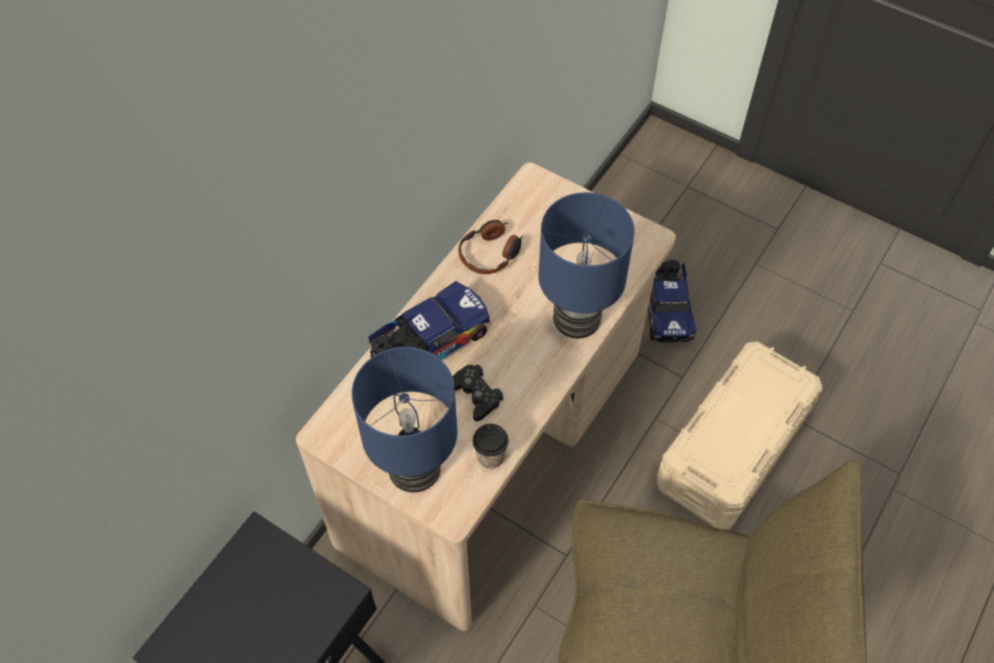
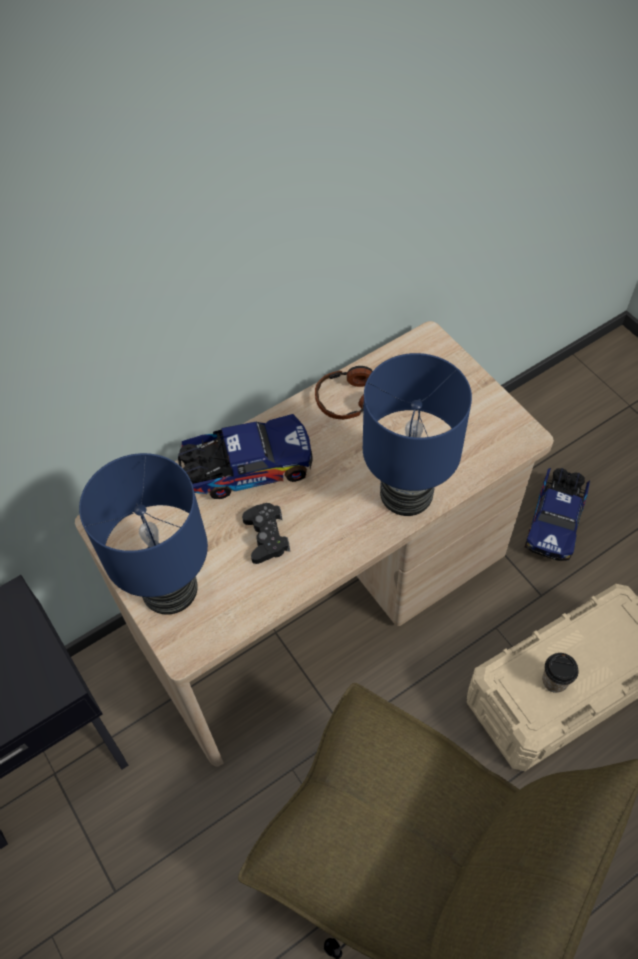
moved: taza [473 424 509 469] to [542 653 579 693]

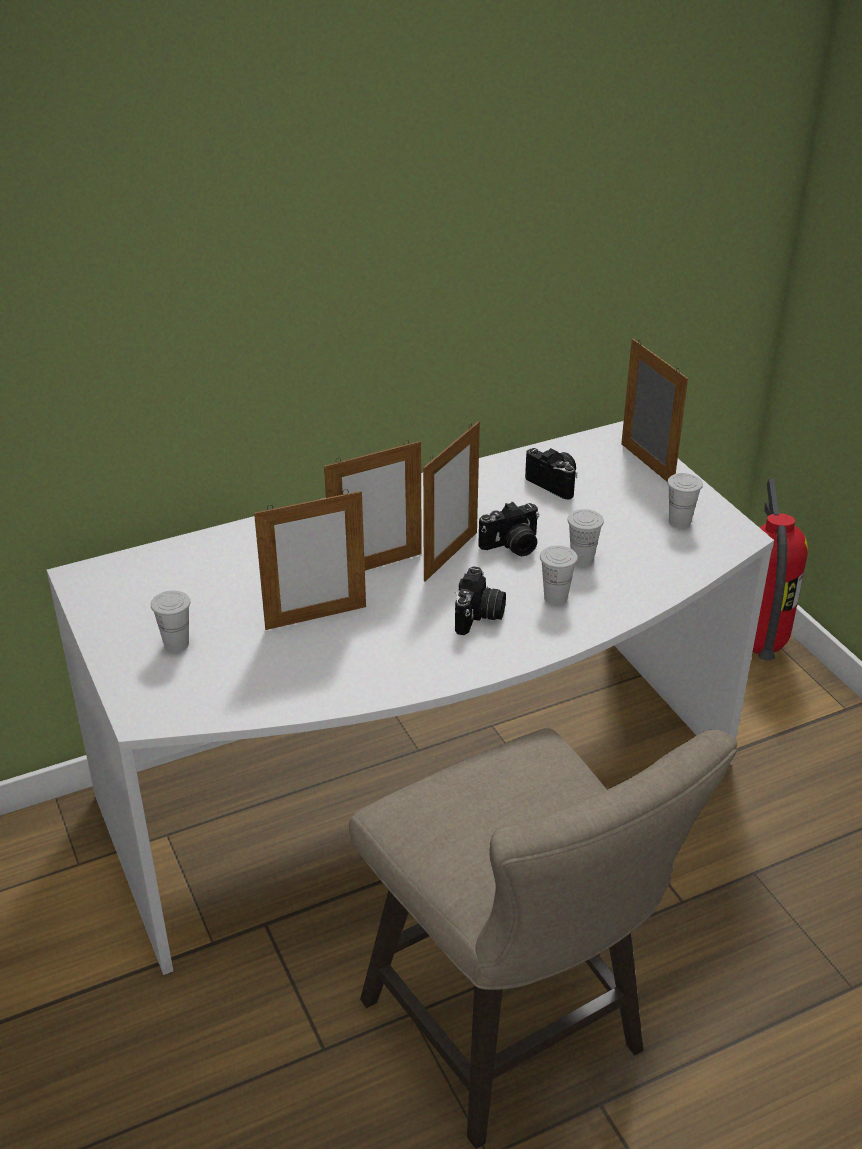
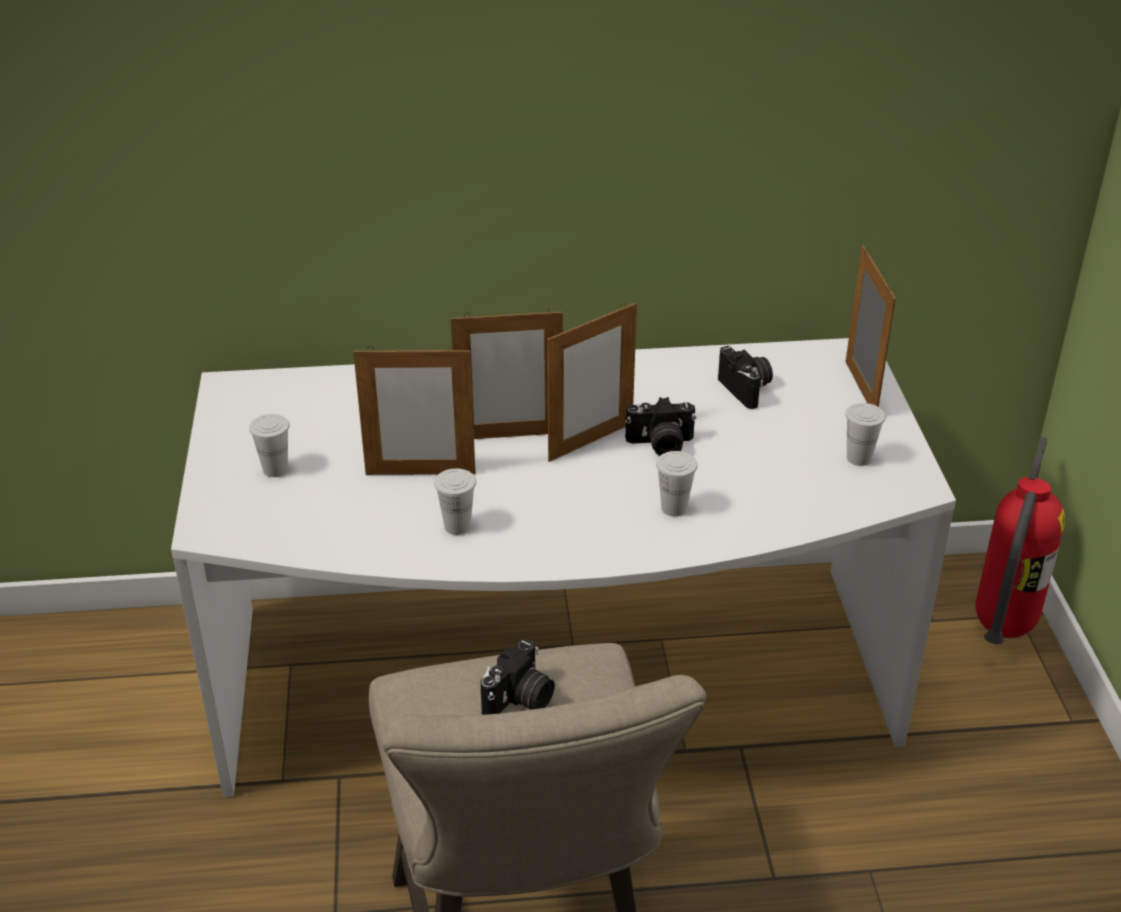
moved: taza (blanco) [567 509 604 567] to [434 468 476 535]; cámara [455 566 506 635] to [481 638 555 715]

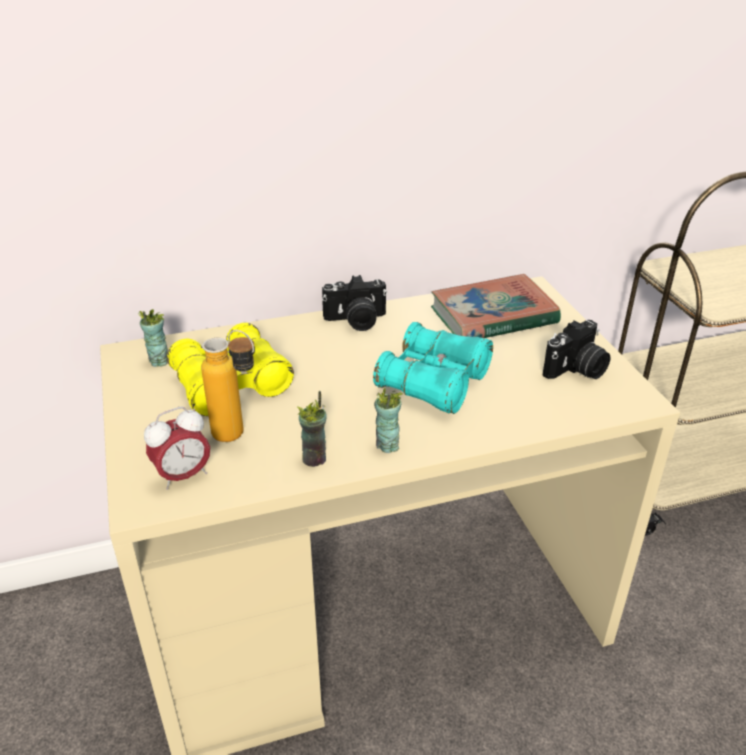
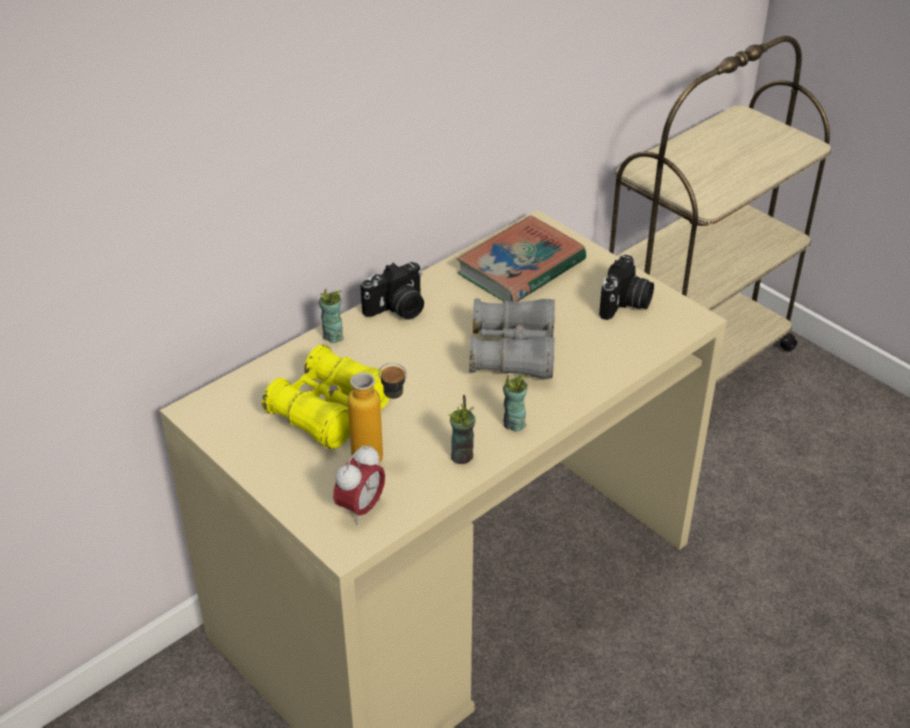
moved: taza [138 309 168 367] to [319 288 344 343]
recoloured: prismáticos (turquesa) [373 322 493 414] to prismáticos (gris) [469 299 555 379]

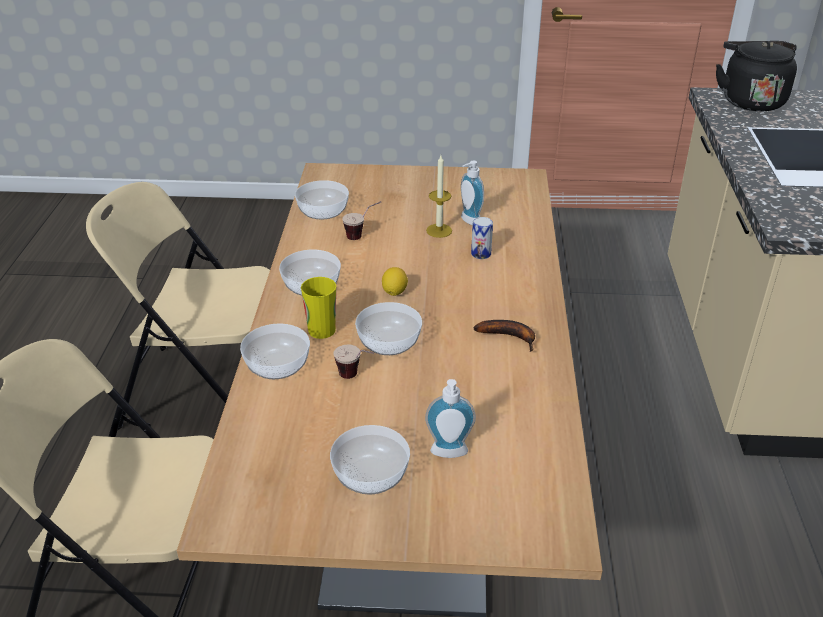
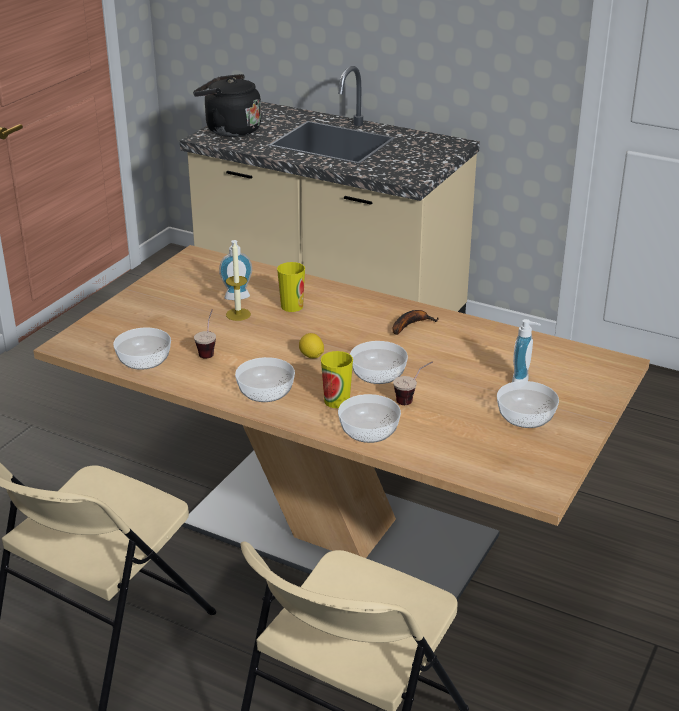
replaced: lata [471 217 493 259] to taza [277 262 305 312]

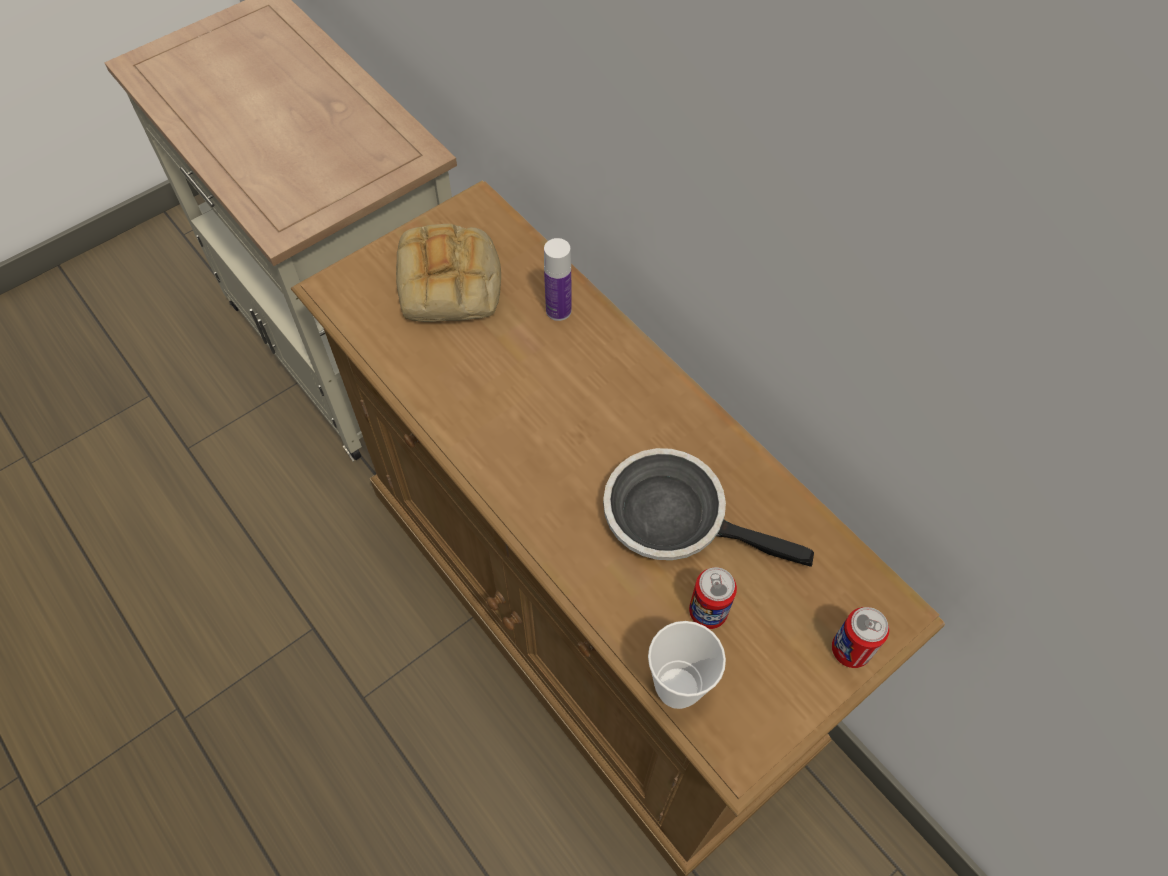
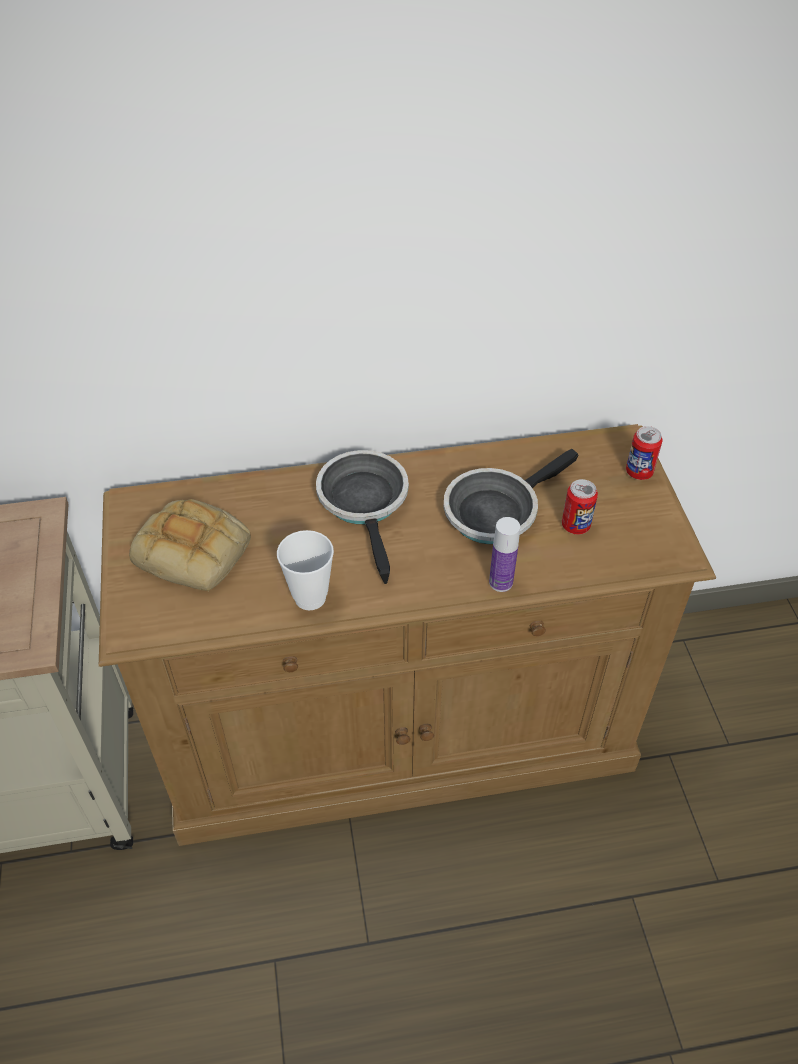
added: sartén [316 450 409 584]
moved: taza [648 621 726 709] to [277 530 334 610]; botella [544 238 571 321] to [489 517 520 592]

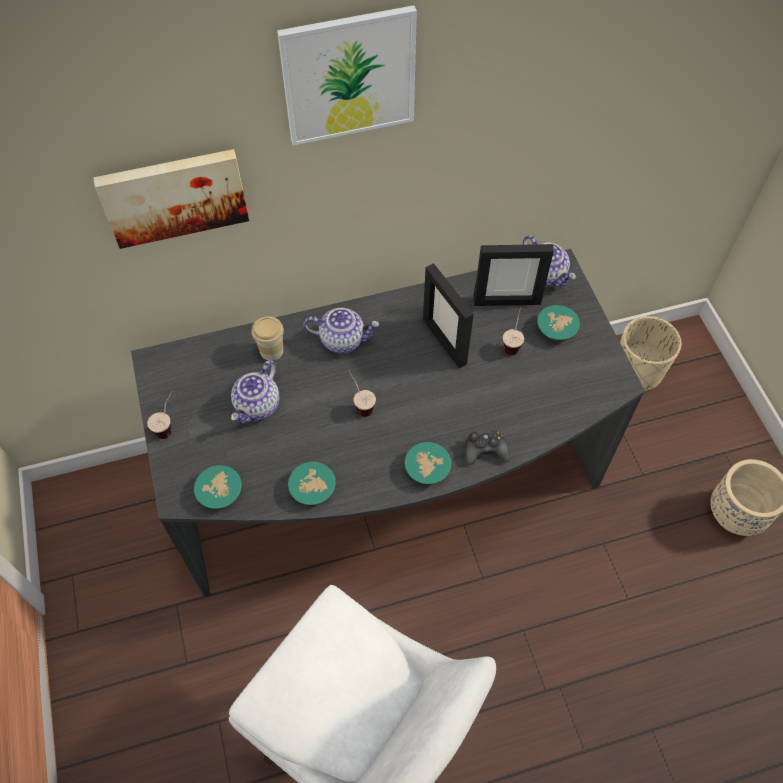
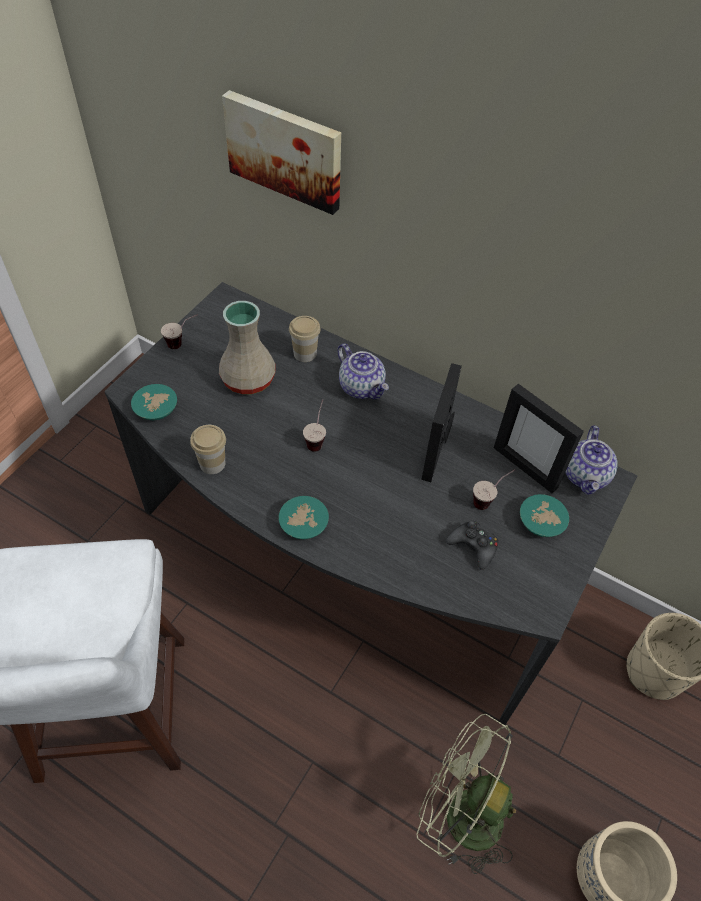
removed: cuadro [277 5 417 146]
added: ventilador (verde) [416 714 516 874]
moved: mando de consola (negro) [465 430 510 465] to [446 520 498 570]
replaced: cuenco (turquesa) [288 462 336 505] to taza [190 425 226 474]; tetera [231 360 279 424] to florero (beis) [219 301 275 394]

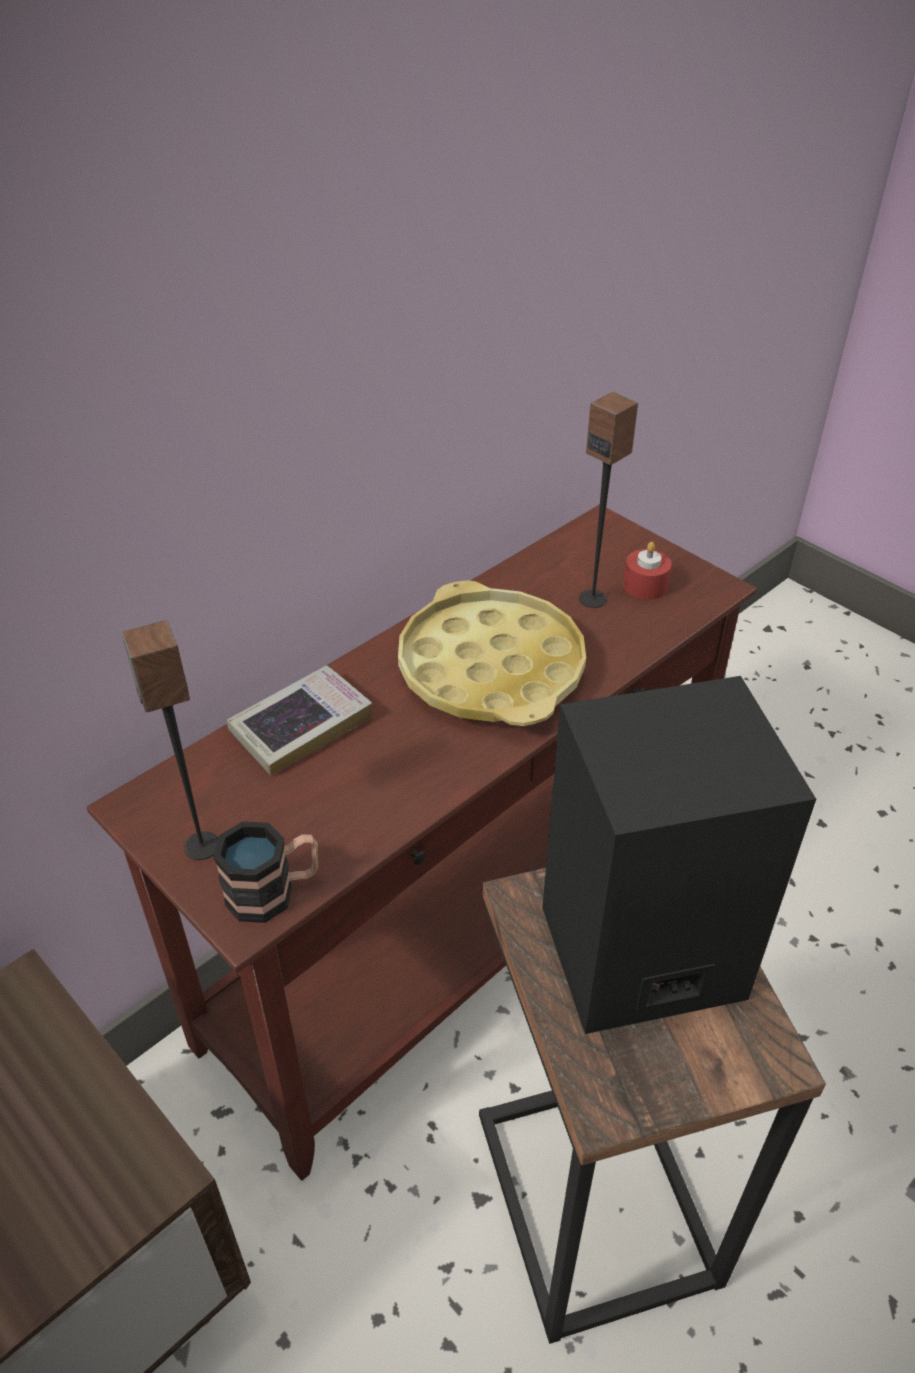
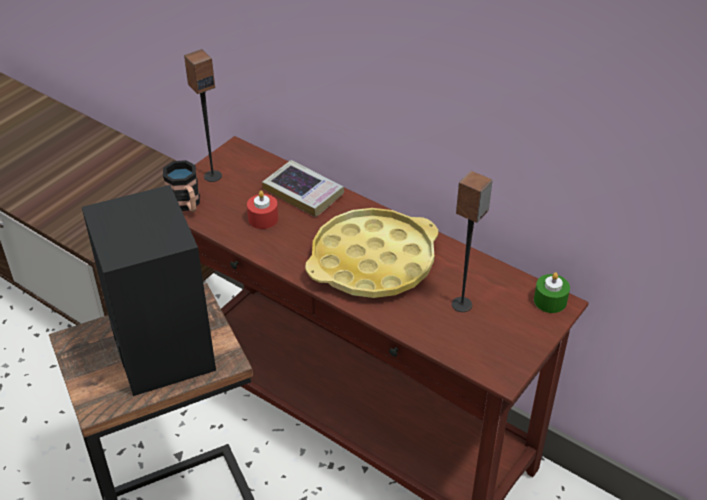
added: vela (verde) [534 272 570 313]
moved: vela (rojo) [623 542 672 600] to [247 191 278 229]

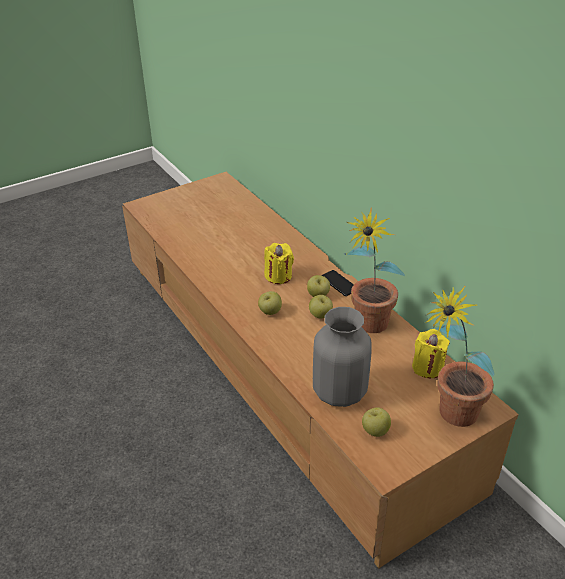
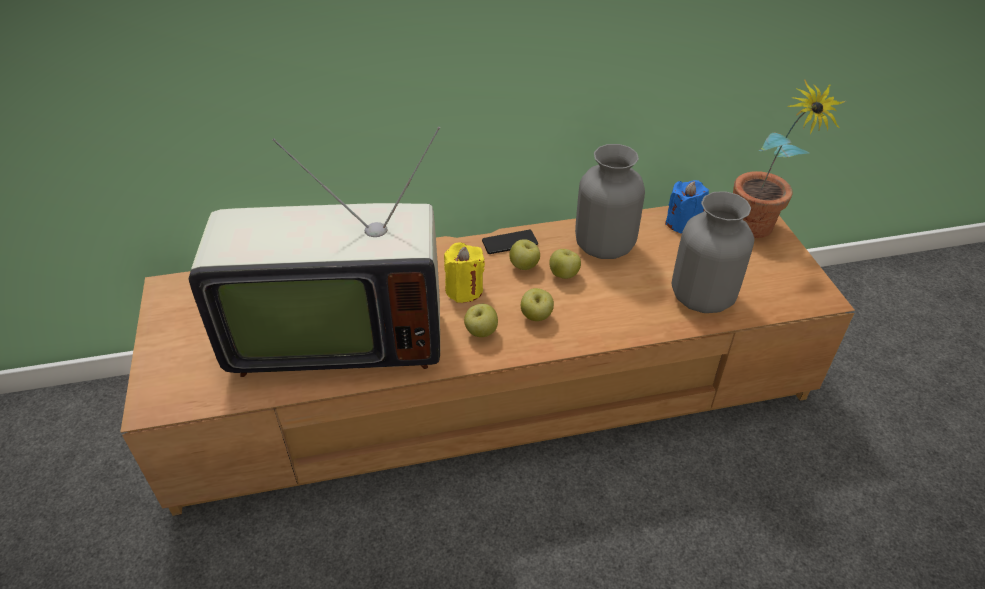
added: televisor [189 126 440 377]
moved: manzana [362 407 391 437] to [464 304 498 337]
replaced: planta en maceta [344 208 405 333] to florero (gris) [575 144 645 259]
recoloured: vela (amarillo) [412 329 450 378] to vela (azul) [665 180 709 234]

